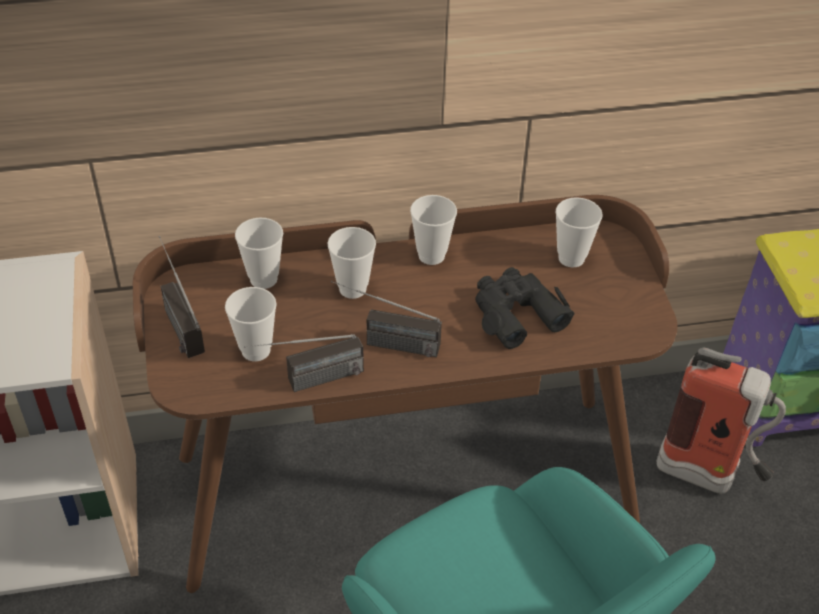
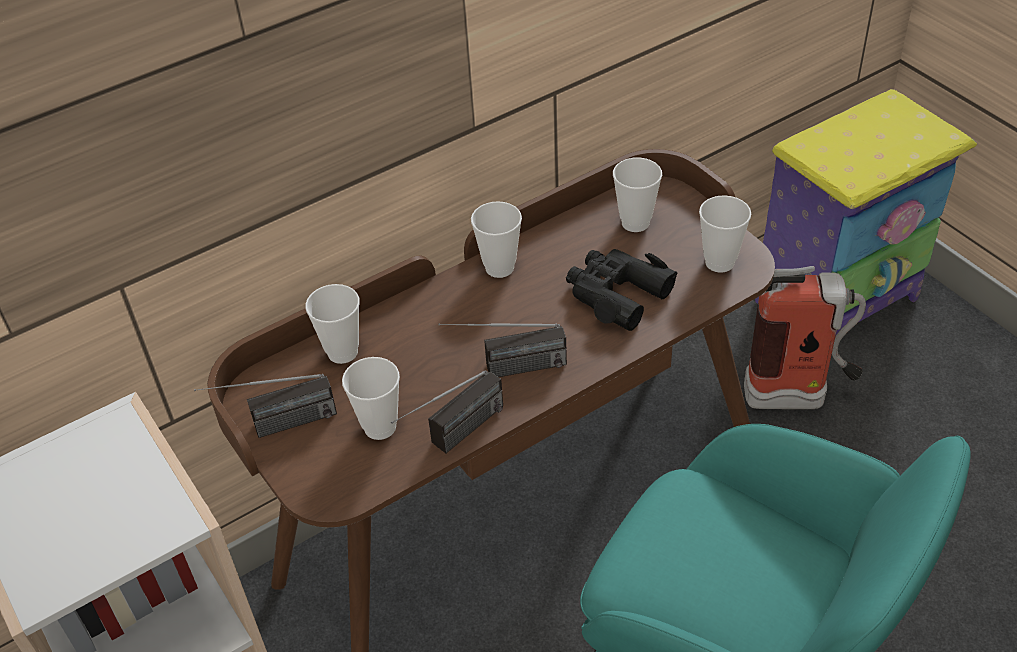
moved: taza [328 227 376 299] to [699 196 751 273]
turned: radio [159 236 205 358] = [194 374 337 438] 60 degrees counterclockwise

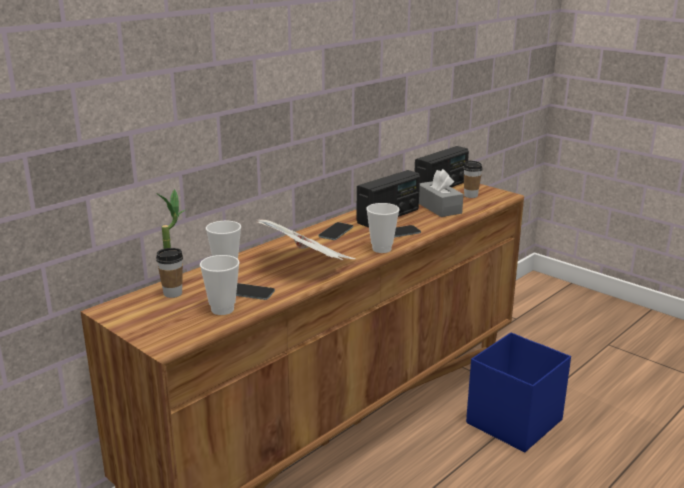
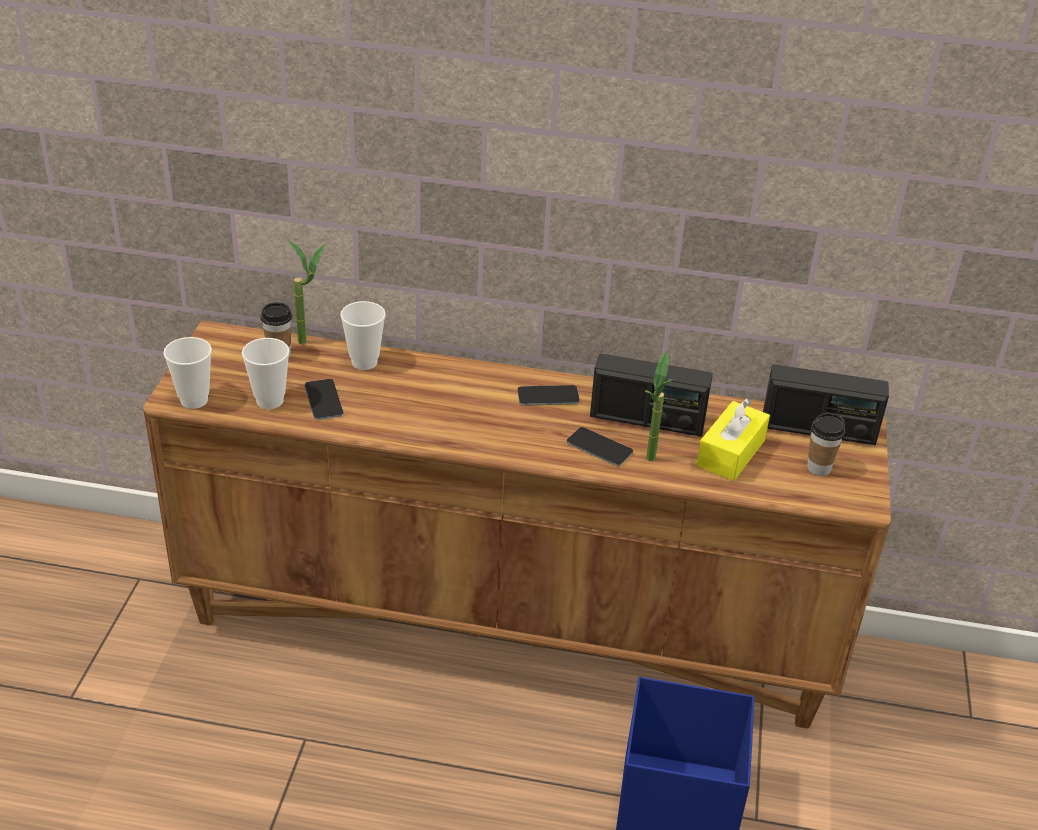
removed: periódico [257 220 355 260]
added: planta en maceta [645 350 674 461]
moved: taza [366 203 400 253] to [163 337 212 409]
recoloured: caja de pañuelos (gris) [419 169 464 217] to caja de pañuelos (amarillo) [696 398 770 481]

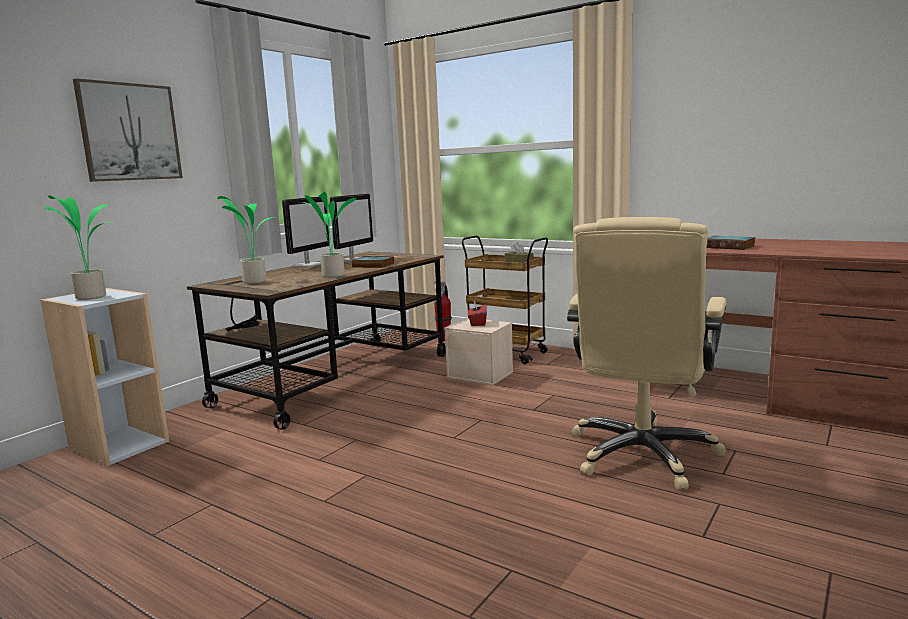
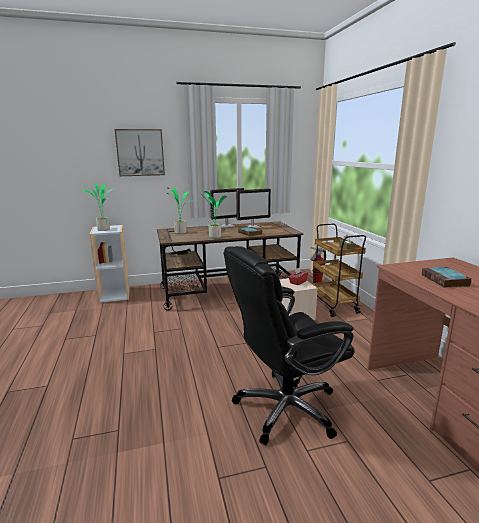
recoloured: silla de oficina (beis) [567 217 727 490] to silla de oficina (negro) [224 246 355 445]

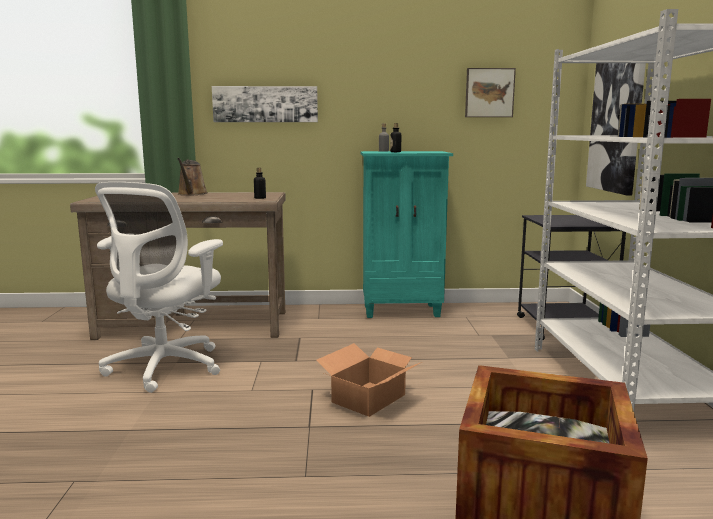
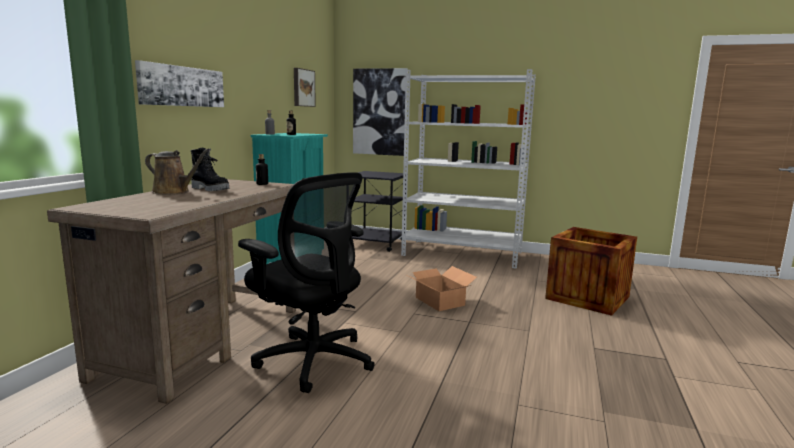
added: bota (negro) [191 148 229 191]
recoloured: silla de oficina (blanco) [95 182 223 393] to silla de oficina (negro) [238 172 375 393]

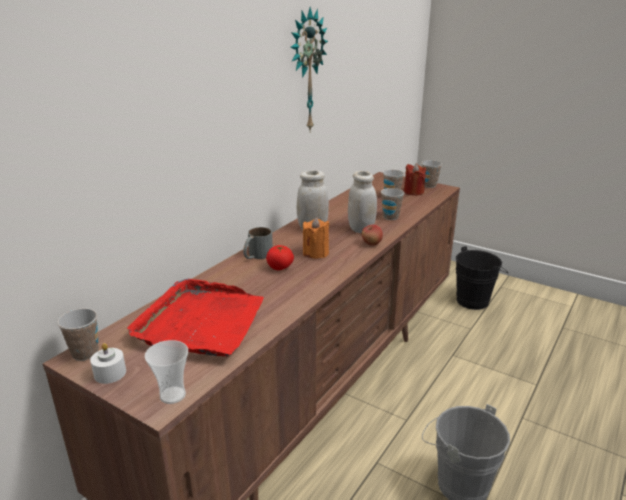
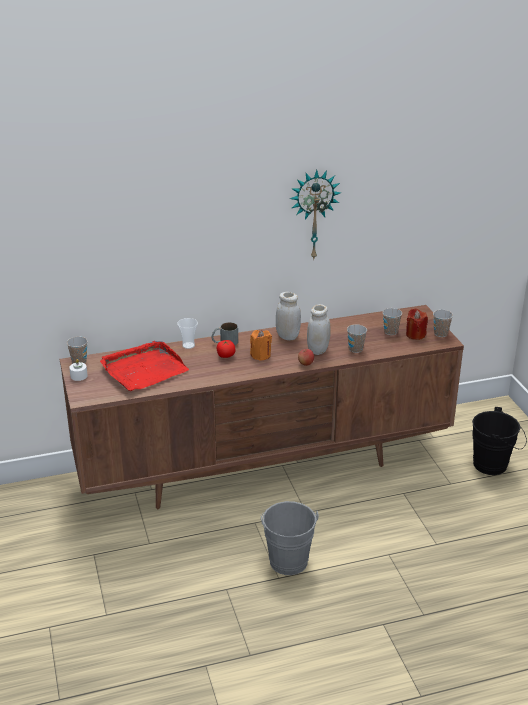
moved: taza [145 340 188 404] to [177 318 198 349]

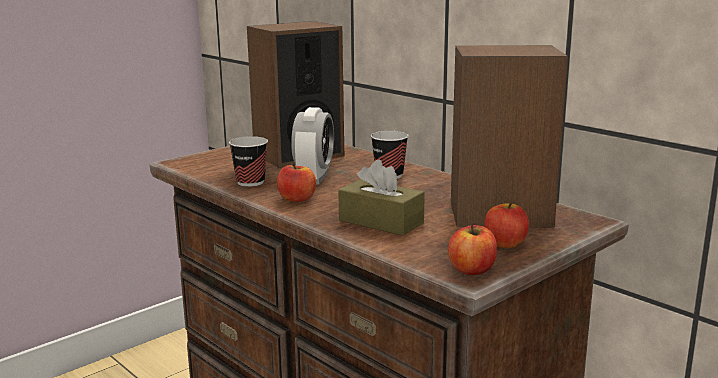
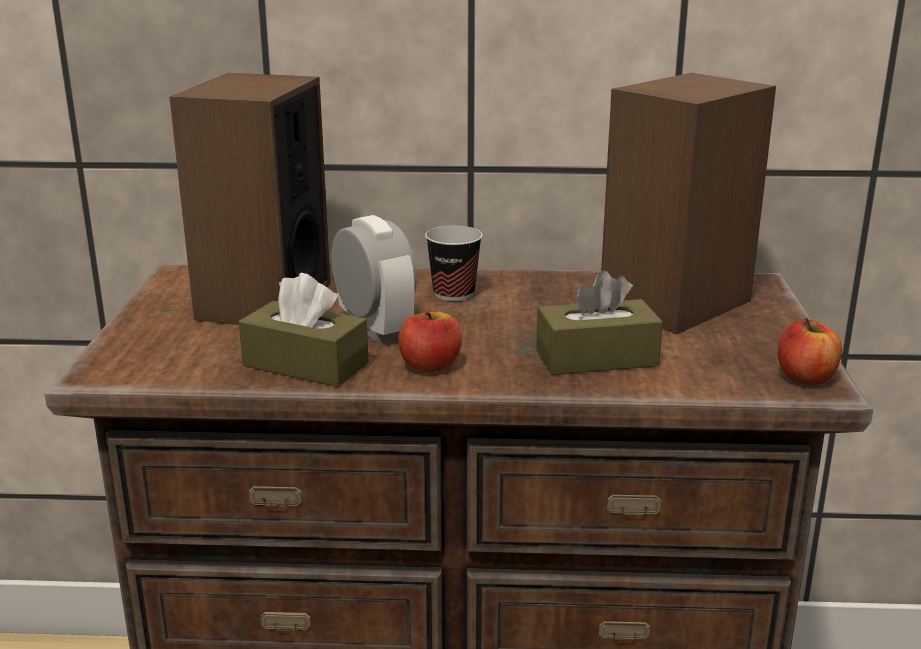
removed: manzana [484 203 529 248]
replaced: taza [229 136 268 187] to caja de pañuelos (marrón) [239 273 369 387]

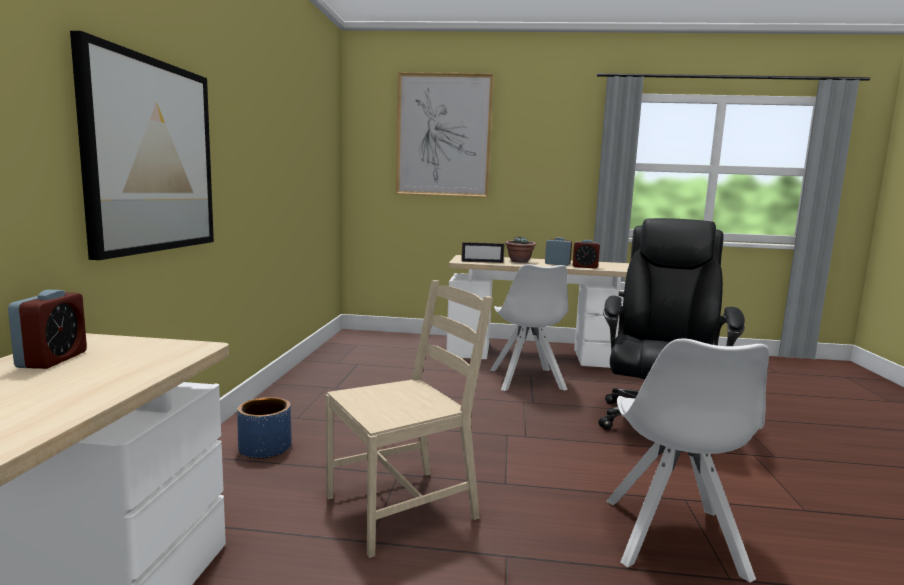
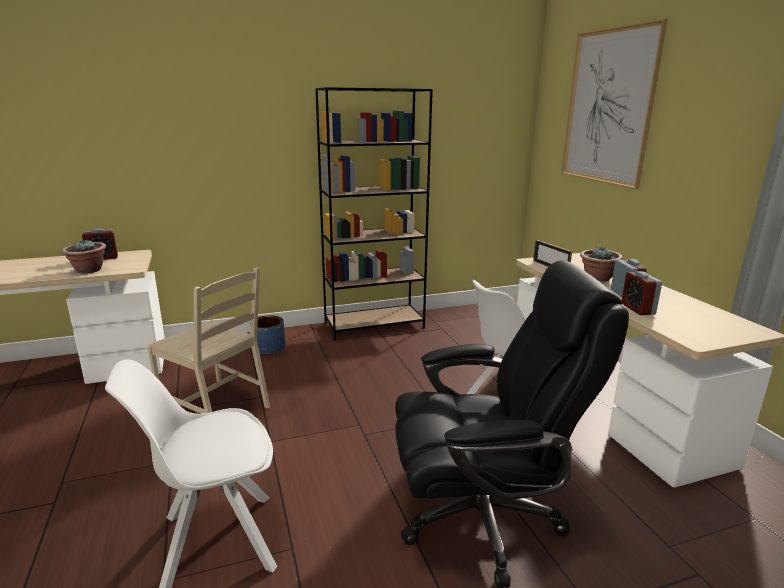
removed: cuadro [70 31 214 260]
added: planta en maceta [62 240 106 274]; estantería (beis) [315 87 433 341]

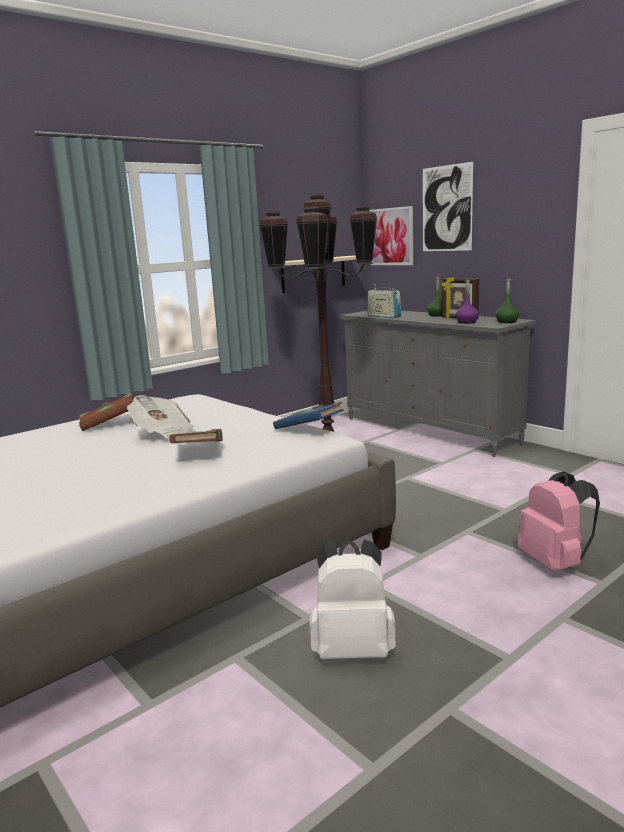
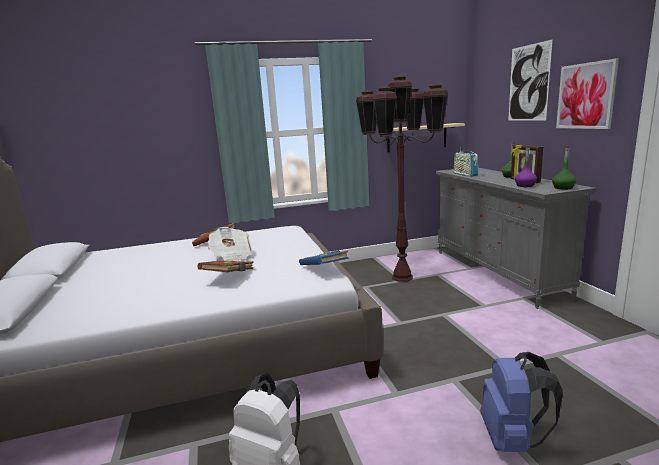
moved: cuadro [369 206 413 265] to [556 58 619 129]
recoloured: mochila (rosa) [518 471 600 572] to mochila (azul) [480 352 563 452]

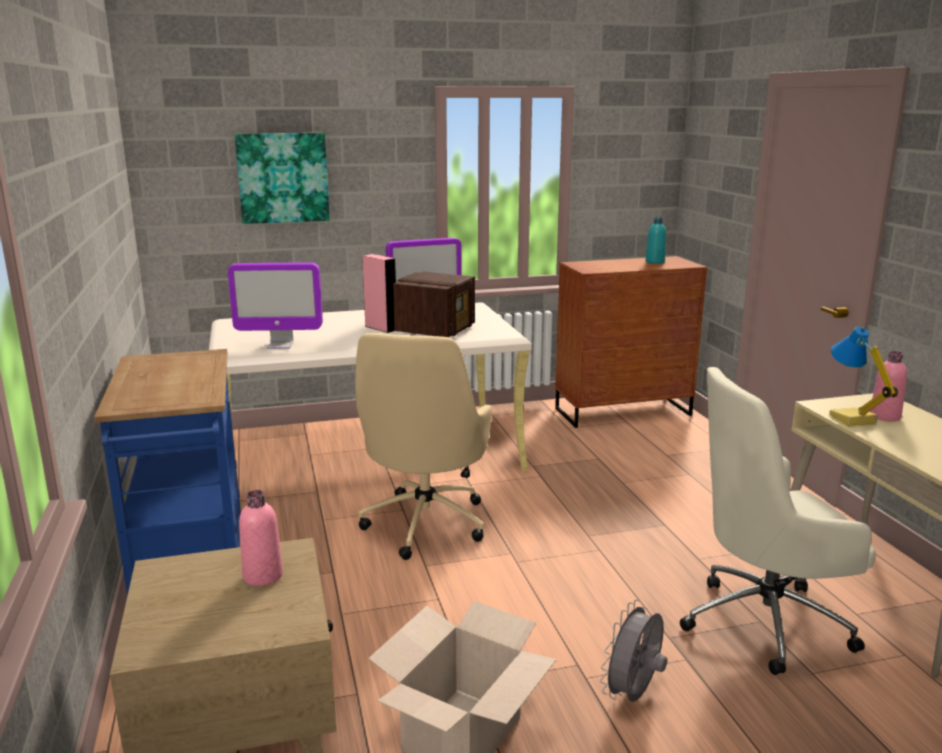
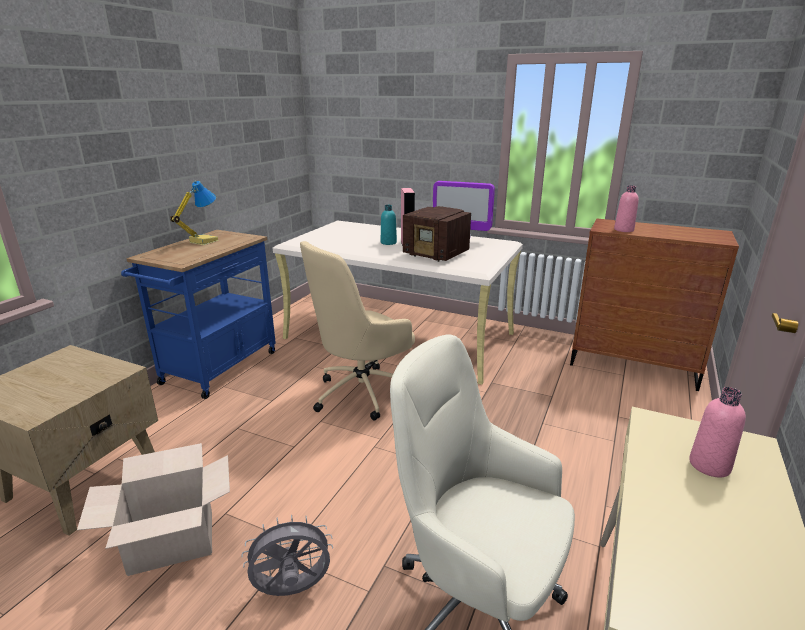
removed: monitor [228 262 323 349]; cuadro [235 133 330 224]
moved: lámpara de mesa [828 327 898 427] to [170 181 219 245]; botella (turquesa) [646 217 666 264] to [381 205 397 245]; botella (rosa) [239 490 283 586] to [614 185 639 232]
turned: radio [393 272 475 337] = [403 206 471 262] 60 degrees clockwise

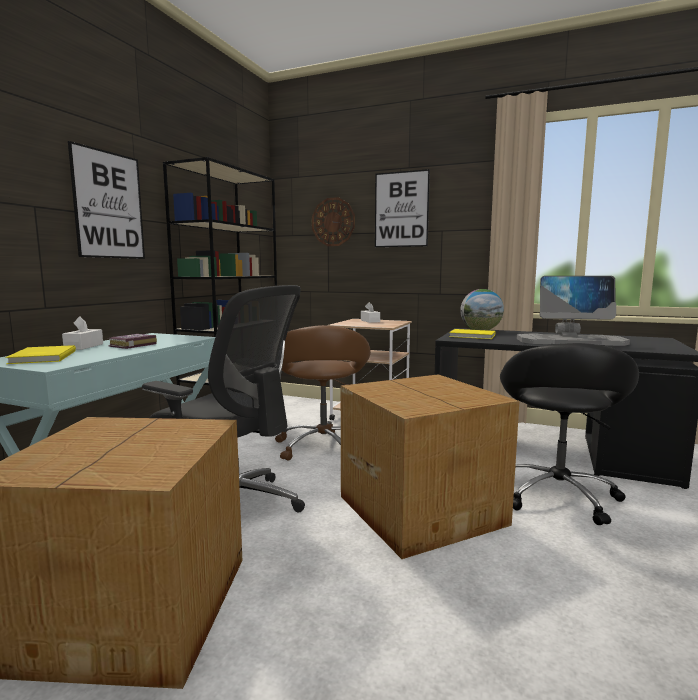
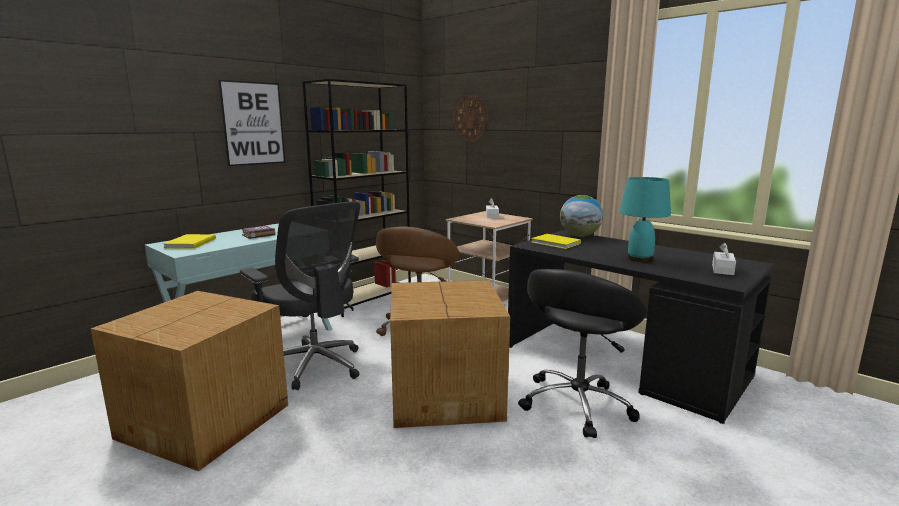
removed: cuadro [375 169 430 247]
moved: caja de pañuelos (blanco) [62 316 103 350] to [712 242 736 275]
replaced: monitor [517 276 630 346] to lámpara de mesa (turquesa) [619 177 671 262]

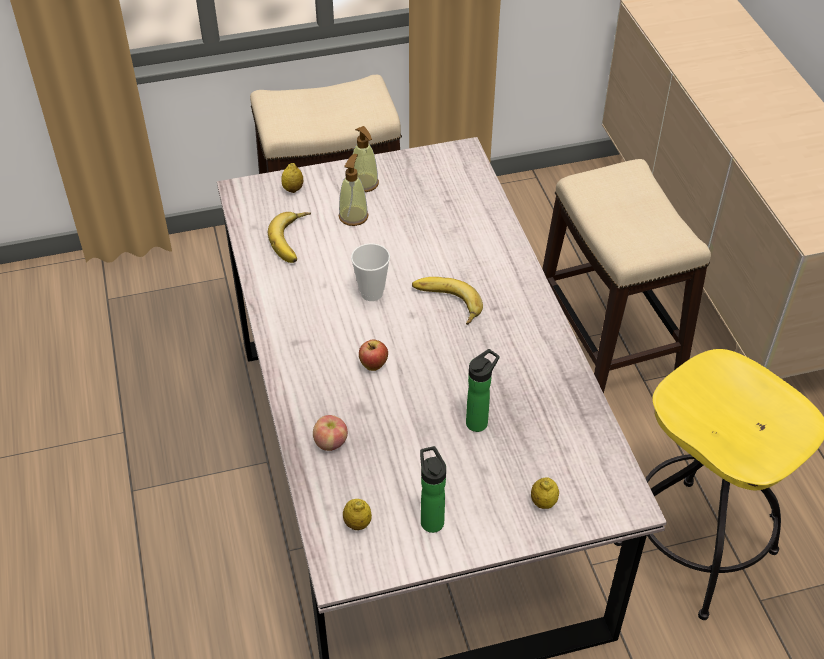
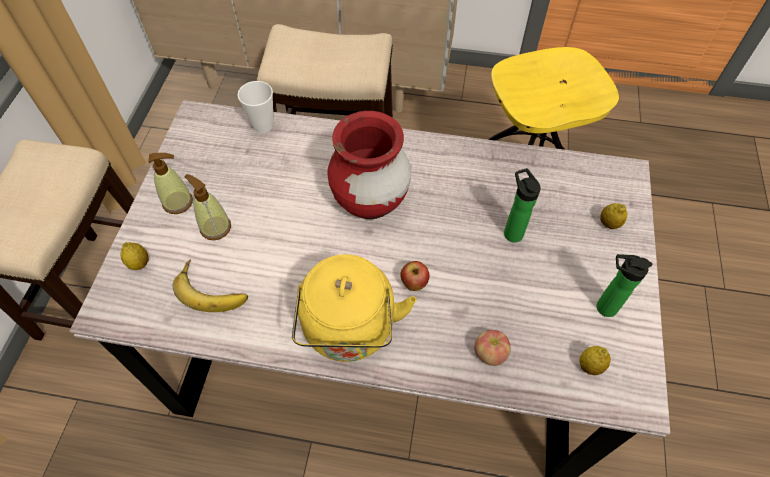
added: hervidor (amarillo) [292 254 416 362]
moved: taza [351 243 390 301] to [237 81 273 133]
replaced: plátano [412 277 483 325] to florero (rojo) [327 111 411 219]

